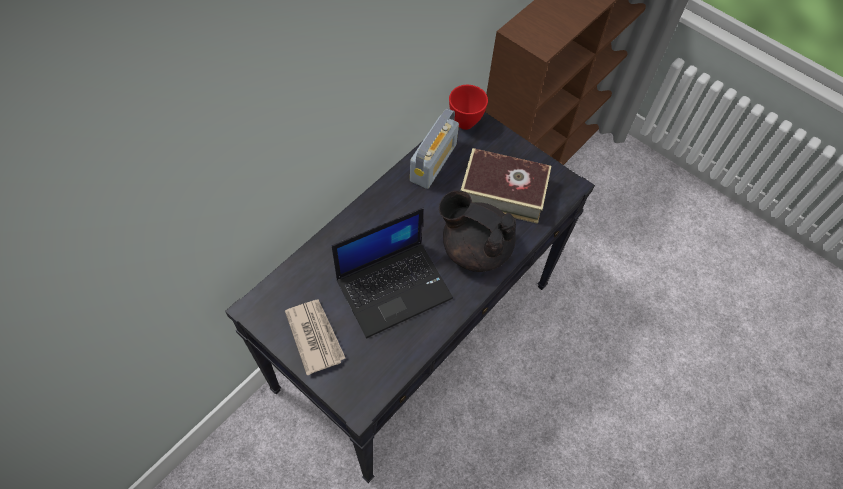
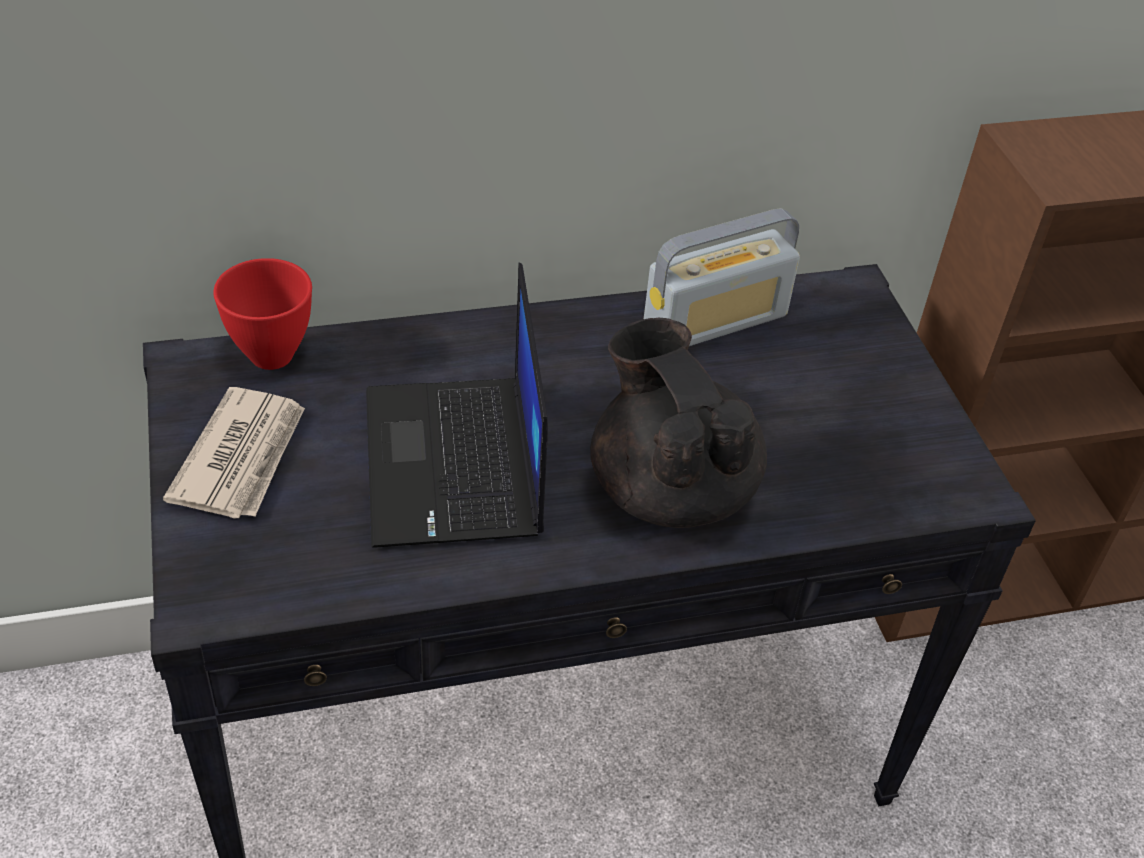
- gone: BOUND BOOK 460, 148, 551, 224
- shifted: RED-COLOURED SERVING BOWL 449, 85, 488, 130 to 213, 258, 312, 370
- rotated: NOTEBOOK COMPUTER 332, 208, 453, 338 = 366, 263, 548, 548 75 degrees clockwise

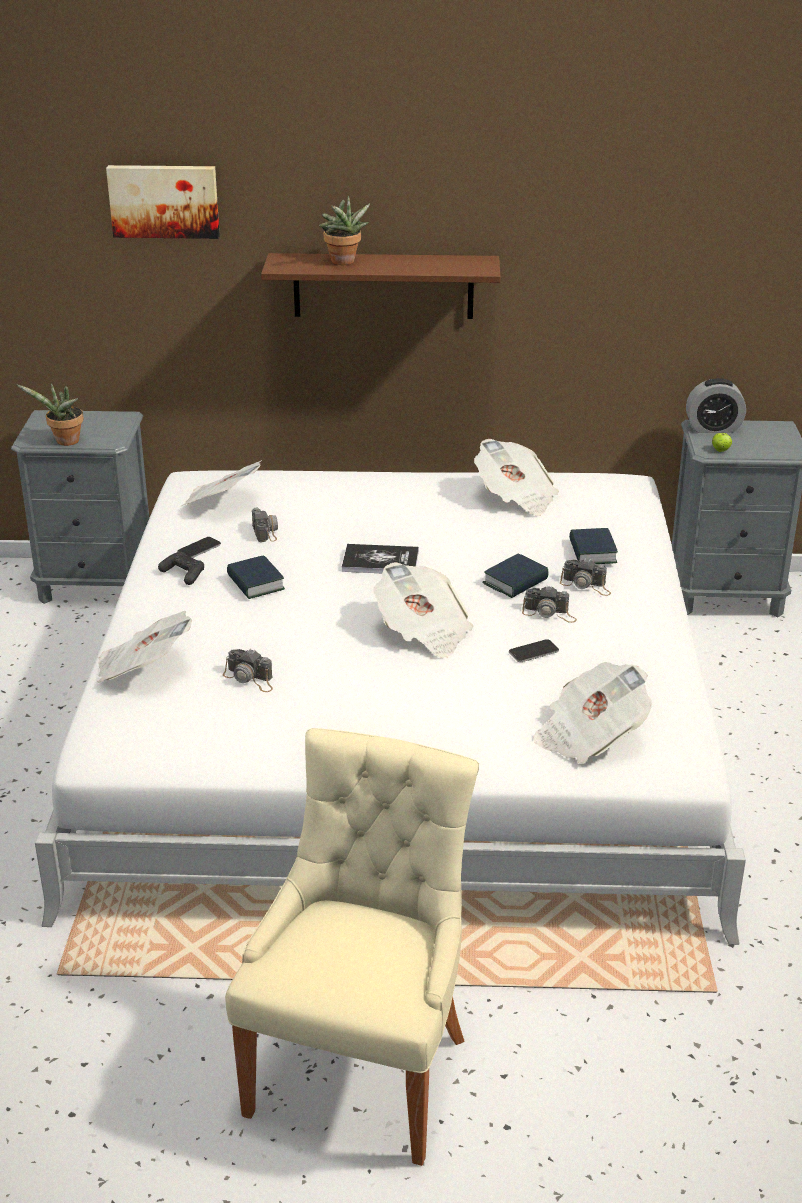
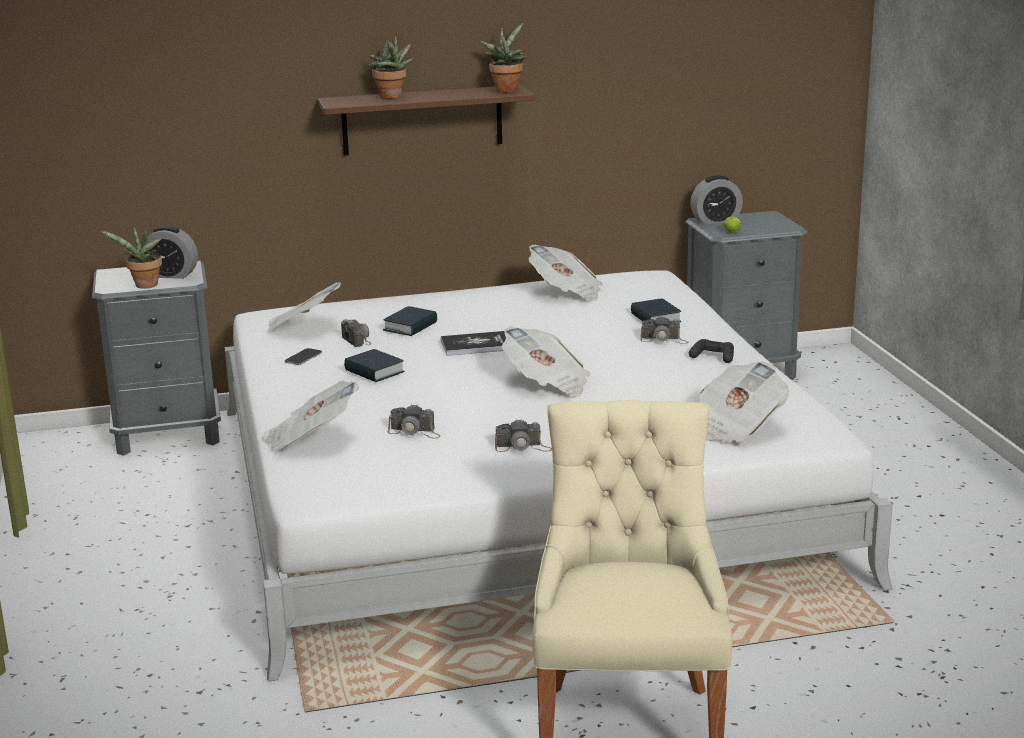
- gone: PICTURE 106, 165, 220, 239
- gone: HANDSET 509, 639, 559, 662
- new: TABLE CLOCK 147, 226, 198, 279
- new: HOUSEPLANT 480, 23, 526, 93
- shifted: BLACKISH GAMEPAD 158, 552, 204, 585 to 689, 339, 734, 363
- shifted: BOUND BOOK 482, 553, 549, 598 to 383, 306, 437, 336
- shifted: STILL CAMERA 522, 586, 577, 623 to 495, 419, 552, 452

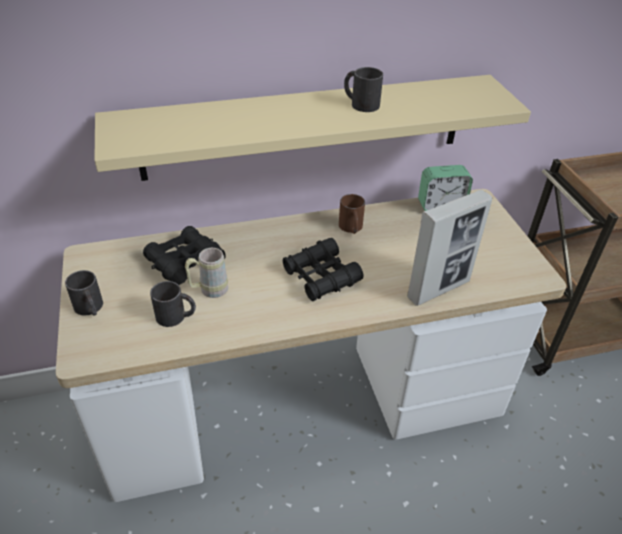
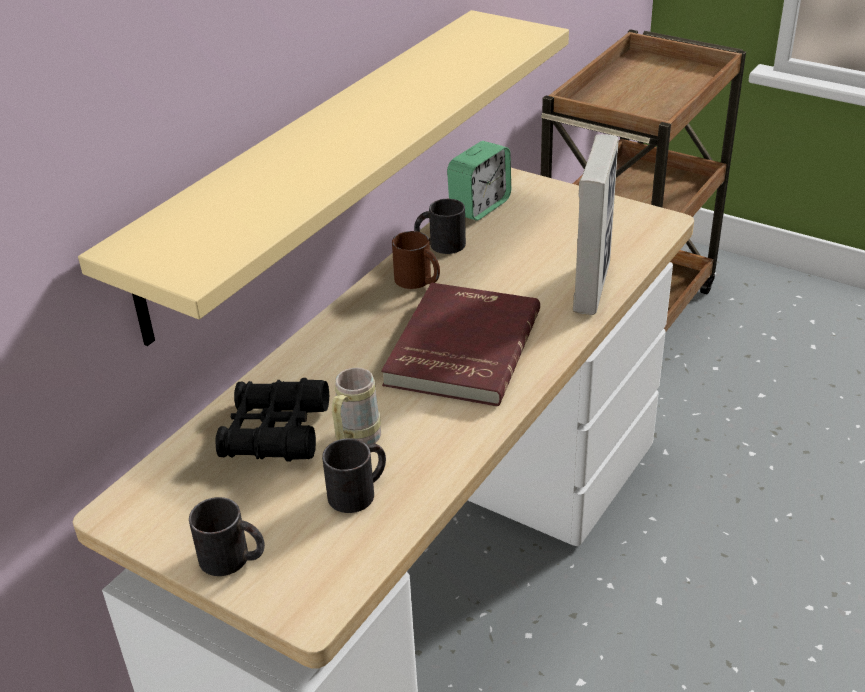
- shifted: BLACKISH COFFEE MUG 344, 67, 383, 112 to 414, 199, 466, 254
- swapped: BLACKISH BINOCULARS 283, 238, 363, 301 to RED-COLOURED BOUND BOOK 381, 283, 540, 407

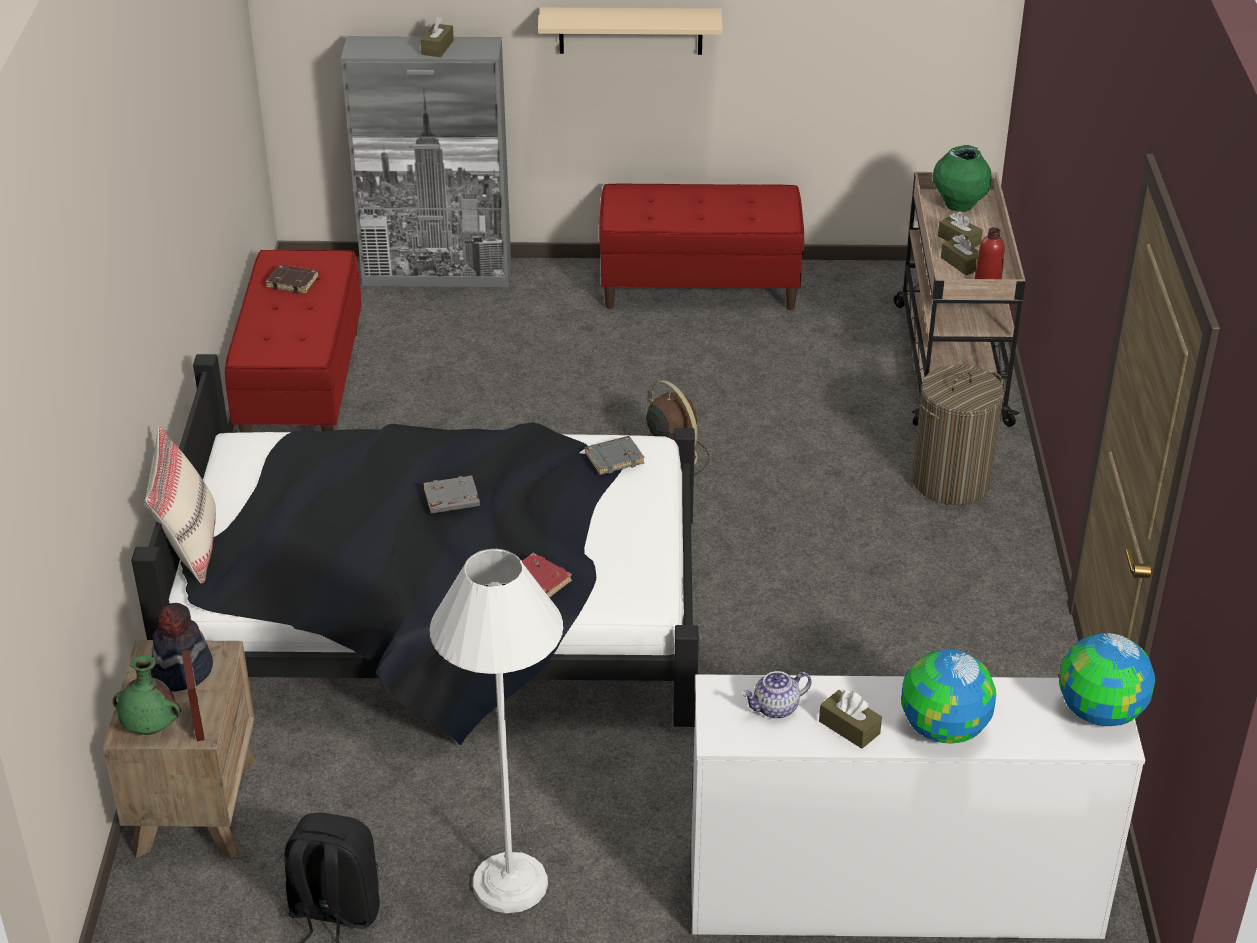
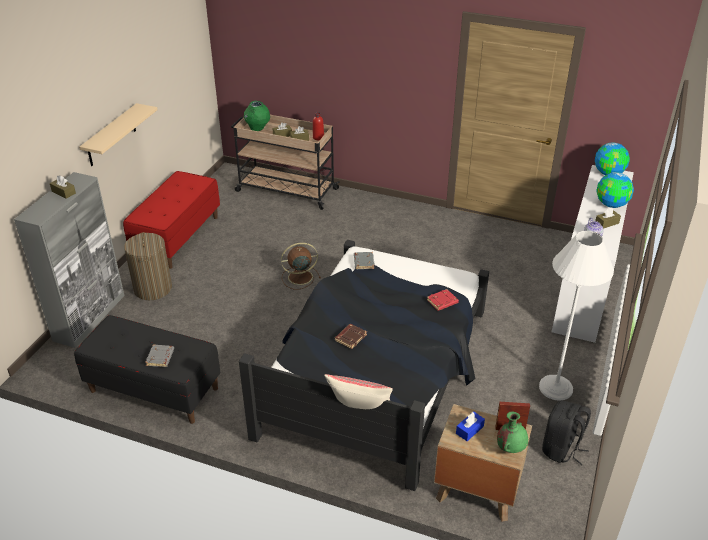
- shifted: BROWN BOUND BOOK 266, 264, 319, 294 to 335, 324, 367, 349
- shifted: GREY BOUND BOOK 423, 476, 480, 513 to 145, 344, 174, 367
- shifted: WASHING BASKET 912, 365, 1005, 505 to 124, 232, 172, 300
- swapped: HAT 151, 603, 213, 692 to BLUISH TISSUE HOLDER 456, 411, 485, 441
- repainted: RED-COLOURED LONG SEAT 225, 250, 362, 432 to BLACKISH LONG SEAT 74, 315, 221, 424

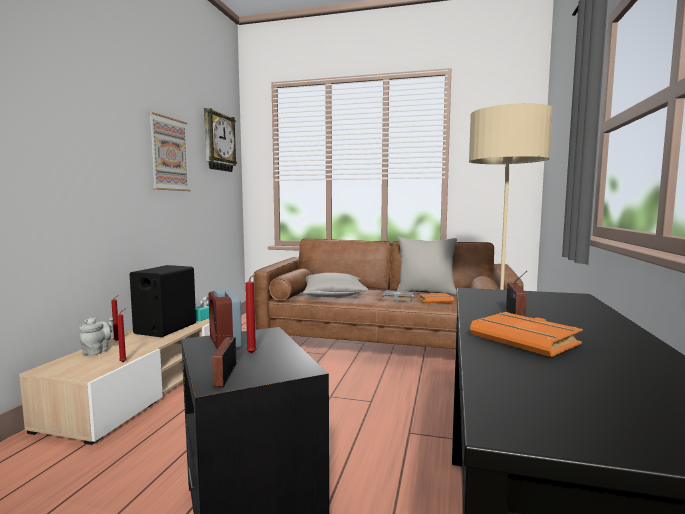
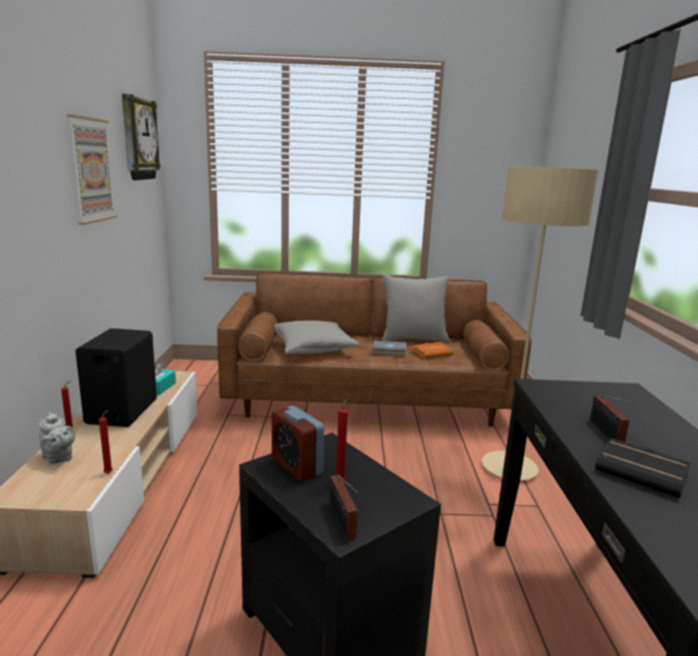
- repainted: ORANGE-COLOURED BOUND BOOK 470, 312, 583, 357 to BLACKISH BOUND BOOK 595, 438, 691, 498
- rotated: GREY POT FOR TEA 79, 317, 113, 356 = 39, 412, 75, 464 135 degrees clockwise

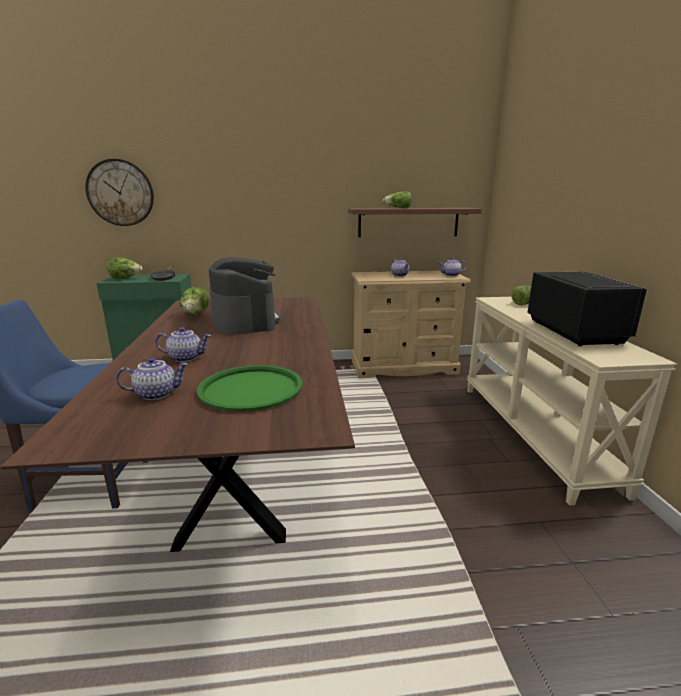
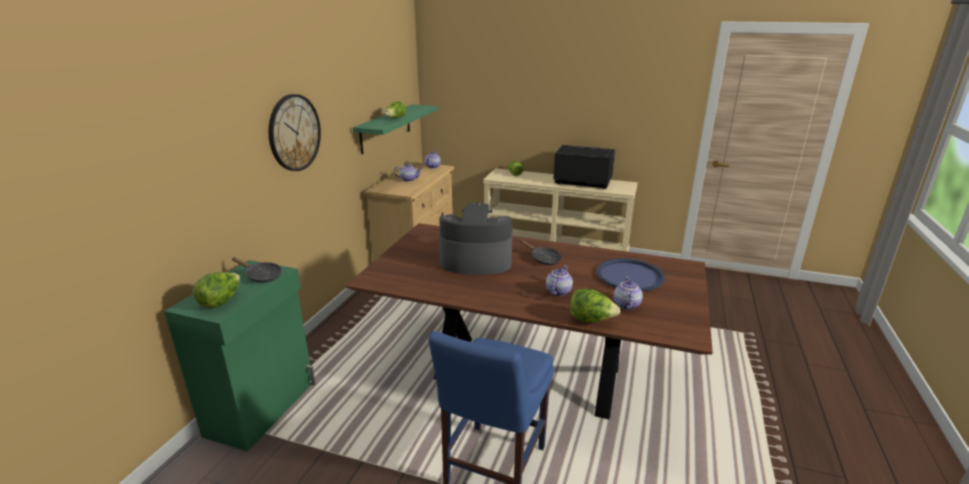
- new: BLACKISH SKILLET 519, 239, 562, 265
- shifted: WALL CLOCK 85, 159, 154, 226 to 269, 94, 321, 171
- shifted: LETTUCE 180, 287, 209, 315 to 570, 289, 621, 322
- repainted: GREEN TRAY 197, 365, 303, 412 to BLUISH TRAY 597, 258, 665, 291
- repainted: BROWN SHELF 348, 208, 482, 237 to GREEN SHELF 353, 104, 438, 154

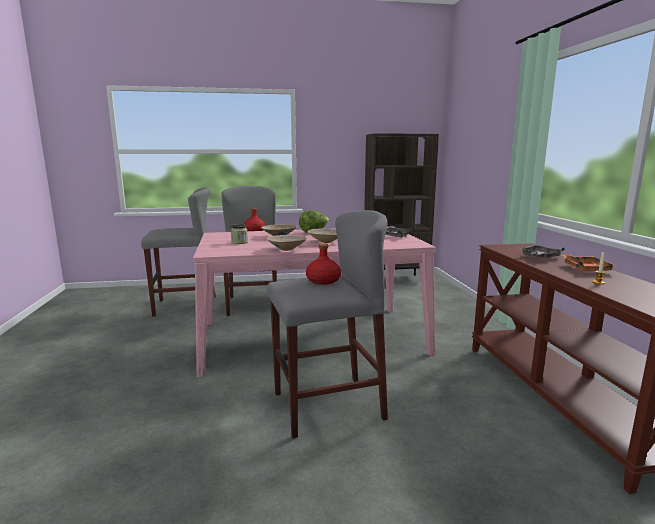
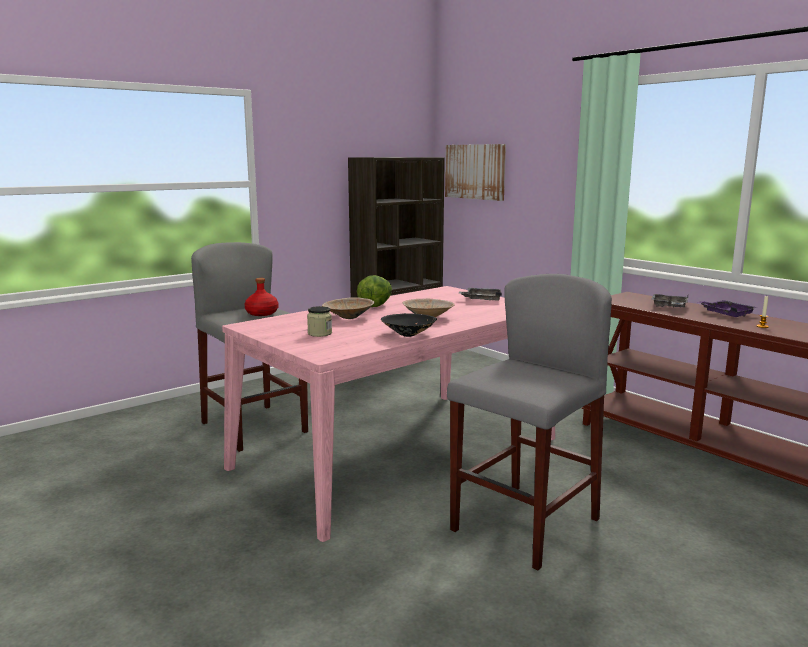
- gone: GREY SITTING STOOL 141, 187, 216, 317
- gone: RED-COLOURED DRINK BOTTLE 306, 243, 341, 285
- new: PICTURE 445, 144, 506, 201
- repainted: BEIGE SERVING BOWL 266, 235, 307, 251 to BLACKISH SERVING BOWL 381, 313, 437, 337
- repainted: ORANGE-COLOURED TRAY 562, 255, 617, 272 to PURPLISH TRAY 698, 300, 758, 317

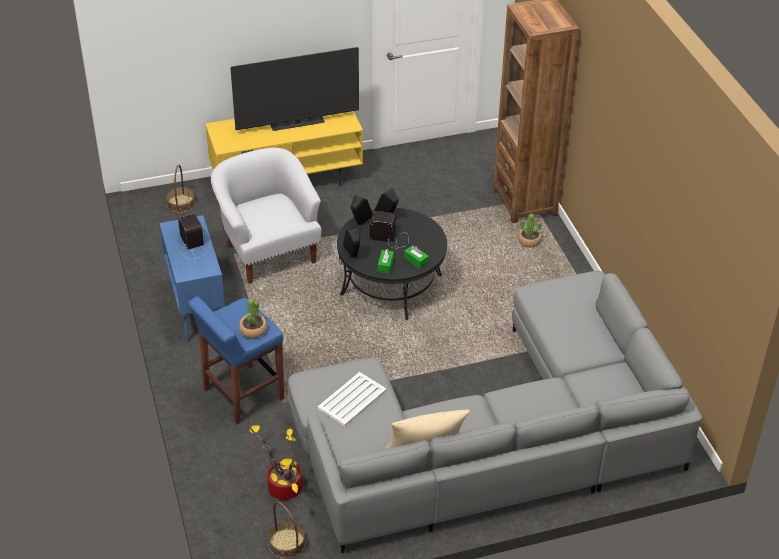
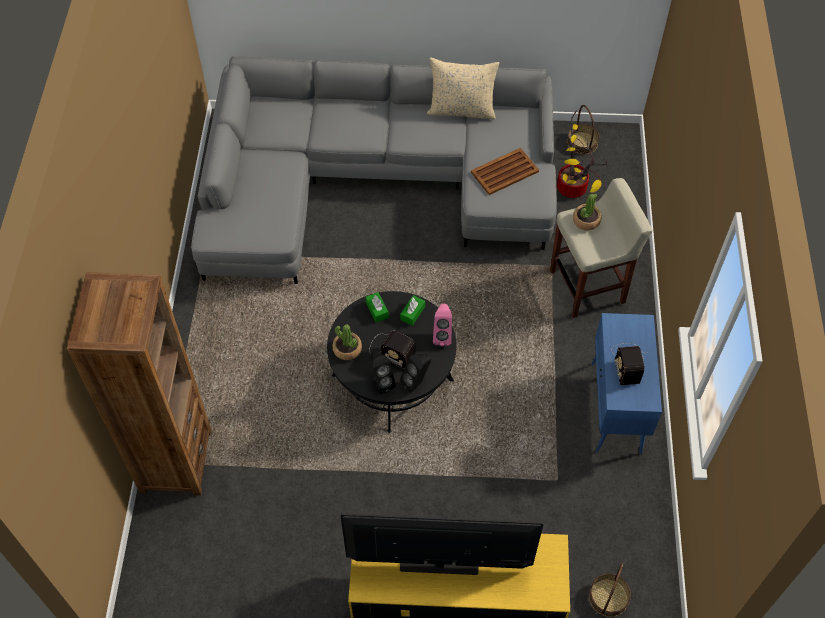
- gone: WHITE ARMCHAIR 211, 148, 322, 284
- shifted: HOUSEPLANT 518, 214, 542, 247 to 332, 325, 362, 360
- repainted: BLUISH SITTING STOOL 188, 296, 284, 424 to BEIGE SITTING STOOL 550, 178, 652, 318
- repainted: WHITE TRAY 318, 372, 387, 427 to BROWN TRAY 471, 148, 539, 195
- repainted: BLACKISH AUDIO SPEAKER 343, 228, 360, 258 to PINKISH AUDIO SPEAKER 433, 304, 452, 346

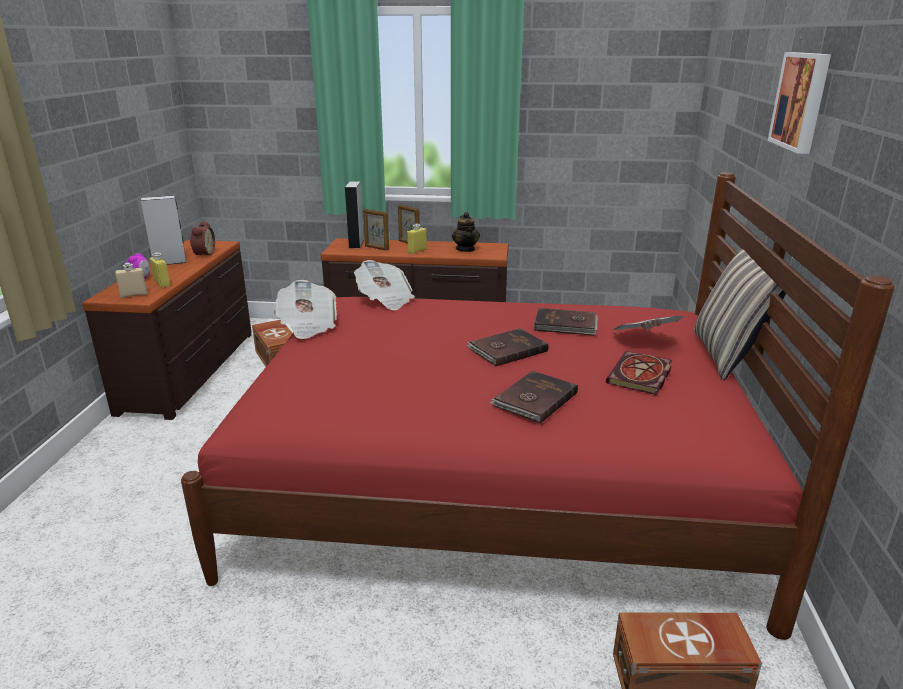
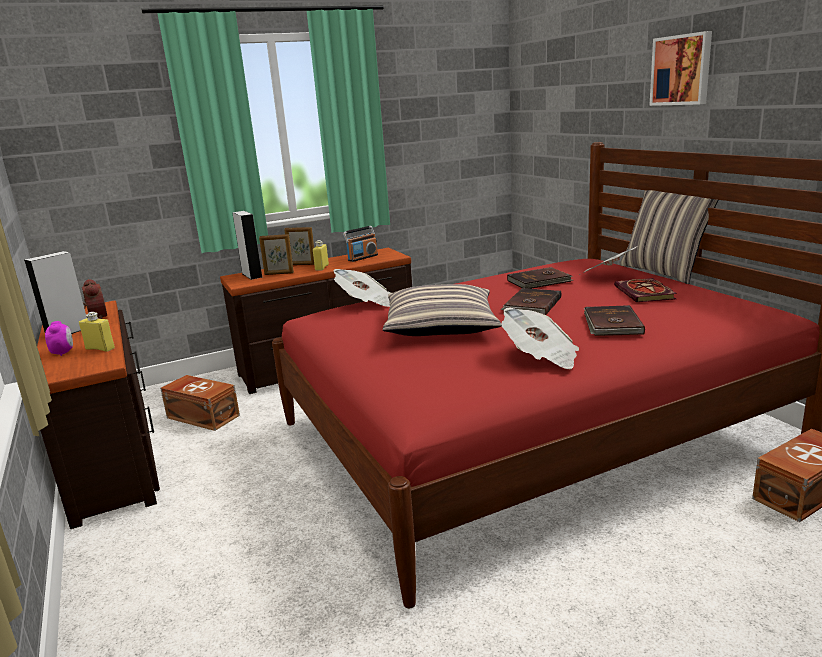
- gone: BEIGE DRINK BOTTLE 115, 263, 147, 298
- new: THROW PILLOW 383, 284, 502, 336
- shifted: PRINTED PAPER 274, 280, 337, 339 to 501, 308, 579, 369
- swapped: POT FOR TEA 452, 212, 480, 252 to RADIO RECEIVER 343, 226, 378, 262

